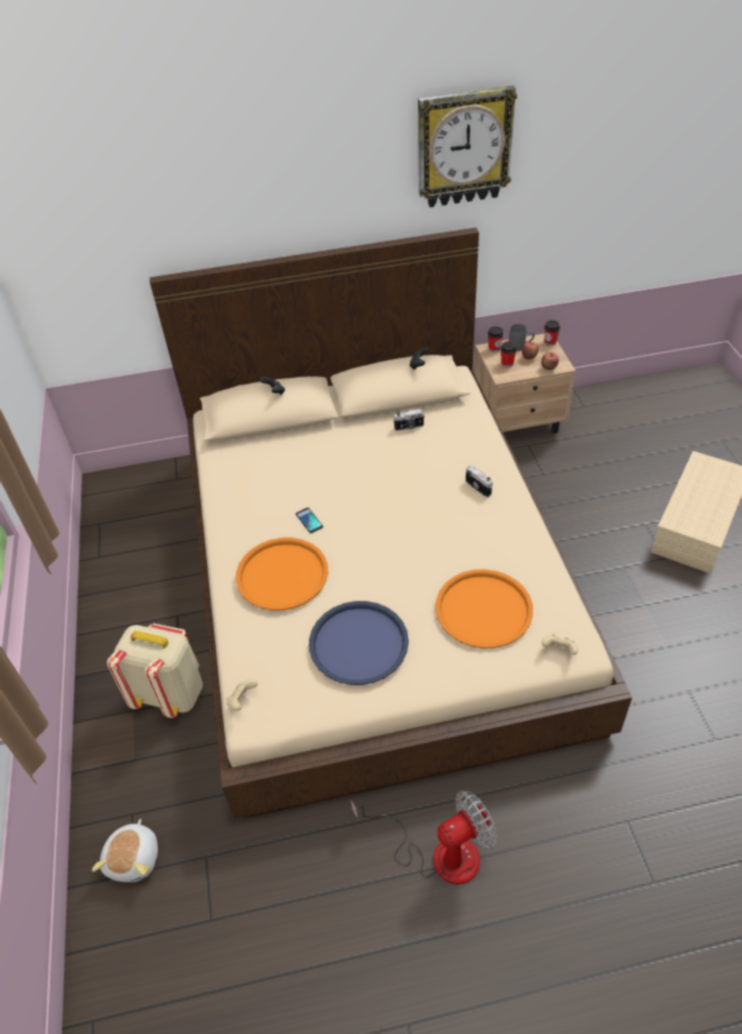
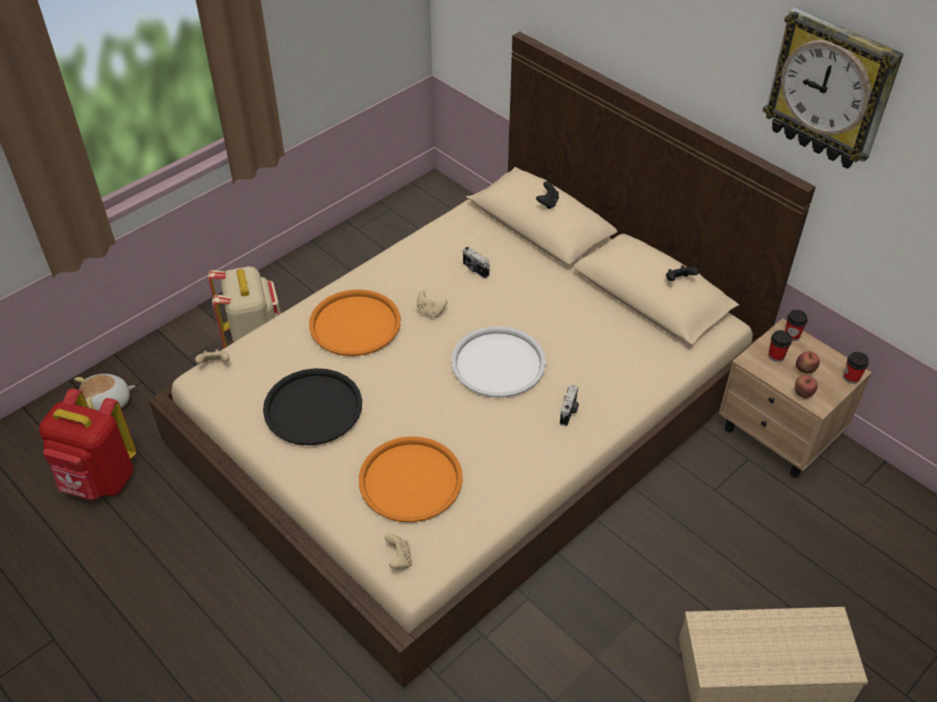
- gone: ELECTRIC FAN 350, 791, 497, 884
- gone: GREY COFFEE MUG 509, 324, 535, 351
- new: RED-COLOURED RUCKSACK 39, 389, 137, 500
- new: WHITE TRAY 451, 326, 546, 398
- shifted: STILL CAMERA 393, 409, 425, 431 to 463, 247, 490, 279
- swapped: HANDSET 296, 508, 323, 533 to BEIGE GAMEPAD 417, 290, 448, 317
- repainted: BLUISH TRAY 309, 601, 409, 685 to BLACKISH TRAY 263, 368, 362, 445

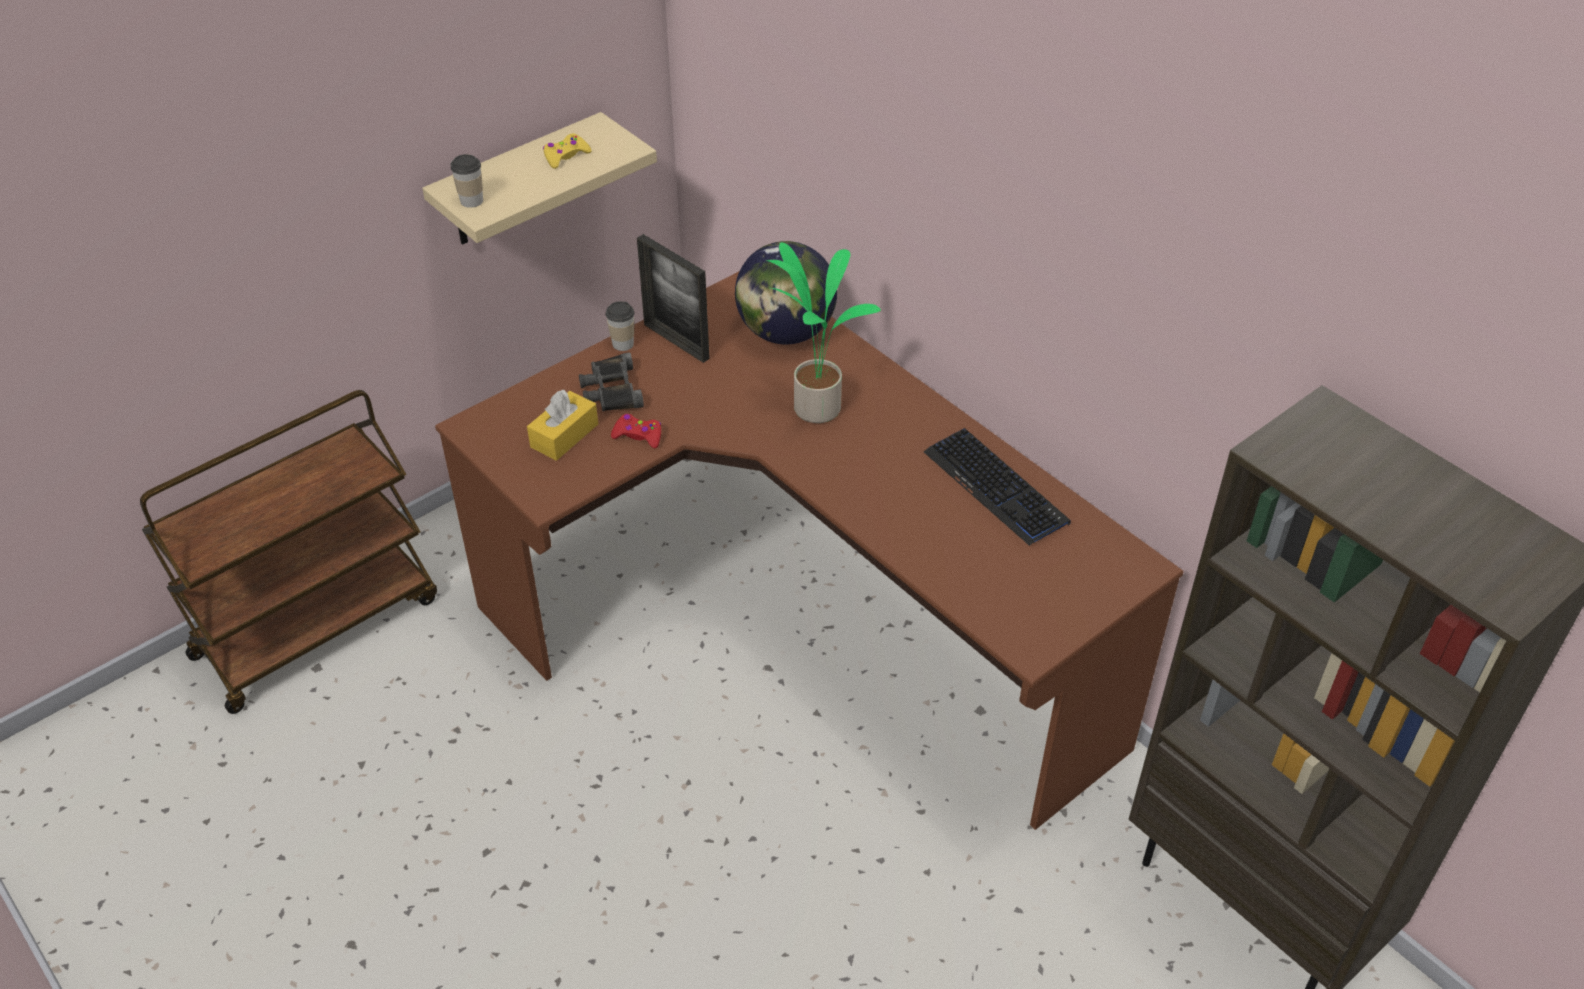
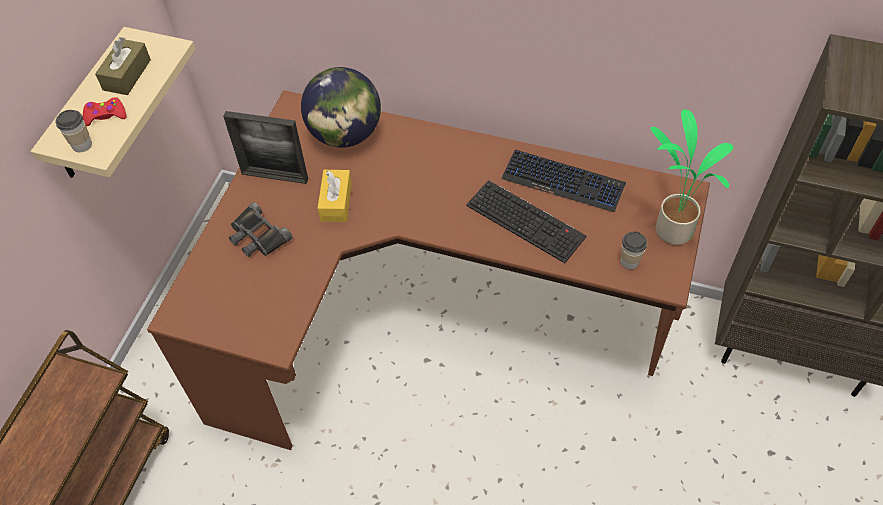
- new: KEYBOARD 466, 180, 586, 263
- shifted: YELLOWISH TISSUE HOLDER 527, 389, 598, 461 to 318, 170, 352, 222
- shifted: SMALL CUP 606, 301, 634, 351 to 620, 231, 647, 269
- shifted: RED-COLOURED GAMEPAD 611, 414, 661, 449 to 83, 98, 127, 126
- shifted: HOUSEPLANT 766, 242, 881, 423 to 651, 109, 733, 245
- swapped: YELLOWISH GAMEPAD 543, 134, 592, 169 to BROWN TISSUE HOLDER 95, 37, 151, 95

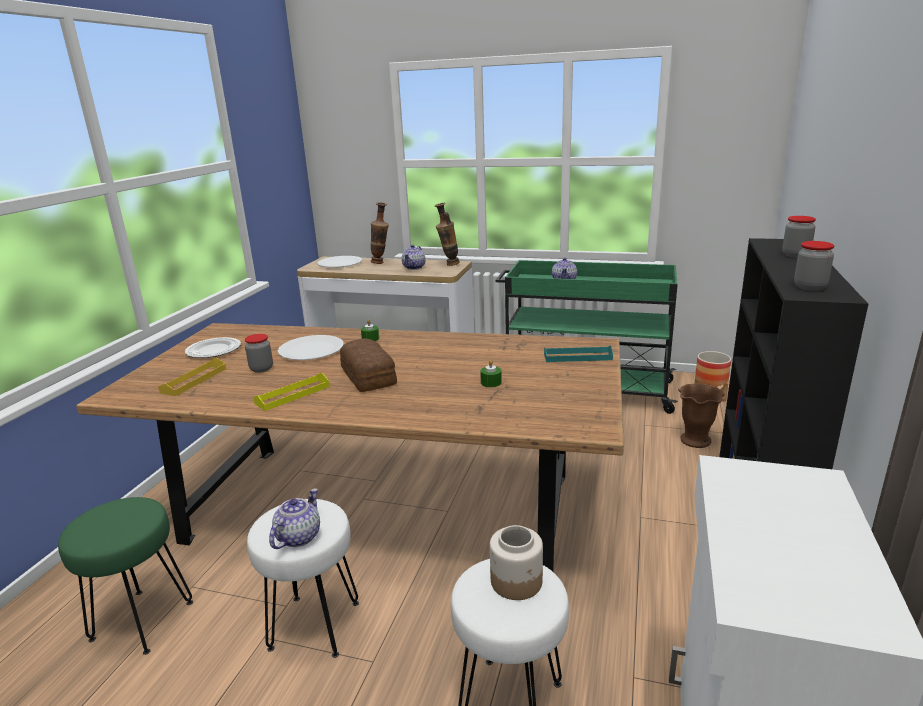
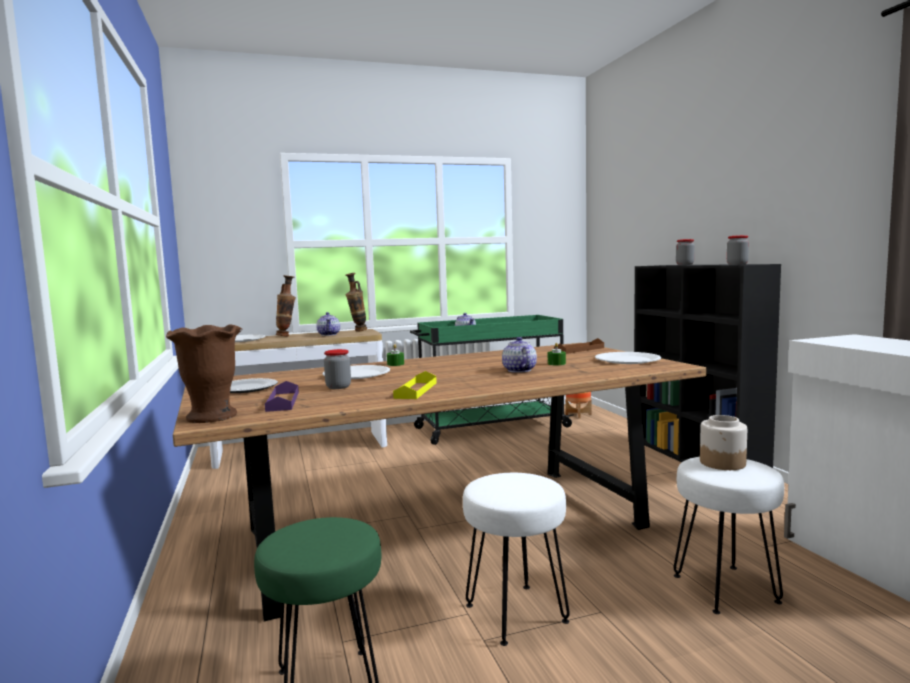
- gone: BAKERY BREAD 340, 338, 397, 392
- new: WHITE FLAT DISH 595, 352, 661, 364
- shifted: POT FOR TEA 269, 488, 320, 549 to 502, 337, 537, 373
- shifted: BROWN FLOWER VASE 678, 383, 725, 448 to 166, 324, 242, 423
- repainted: YELLOWISH TRAY 158, 357, 226, 396 to PURPLISH TRAY 265, 381, 299, 412
- repainted: TURQUOISE-COLOURED TRAY 544, 346, 613, 362 to BROWN TRAY 554, 338, 604, 354

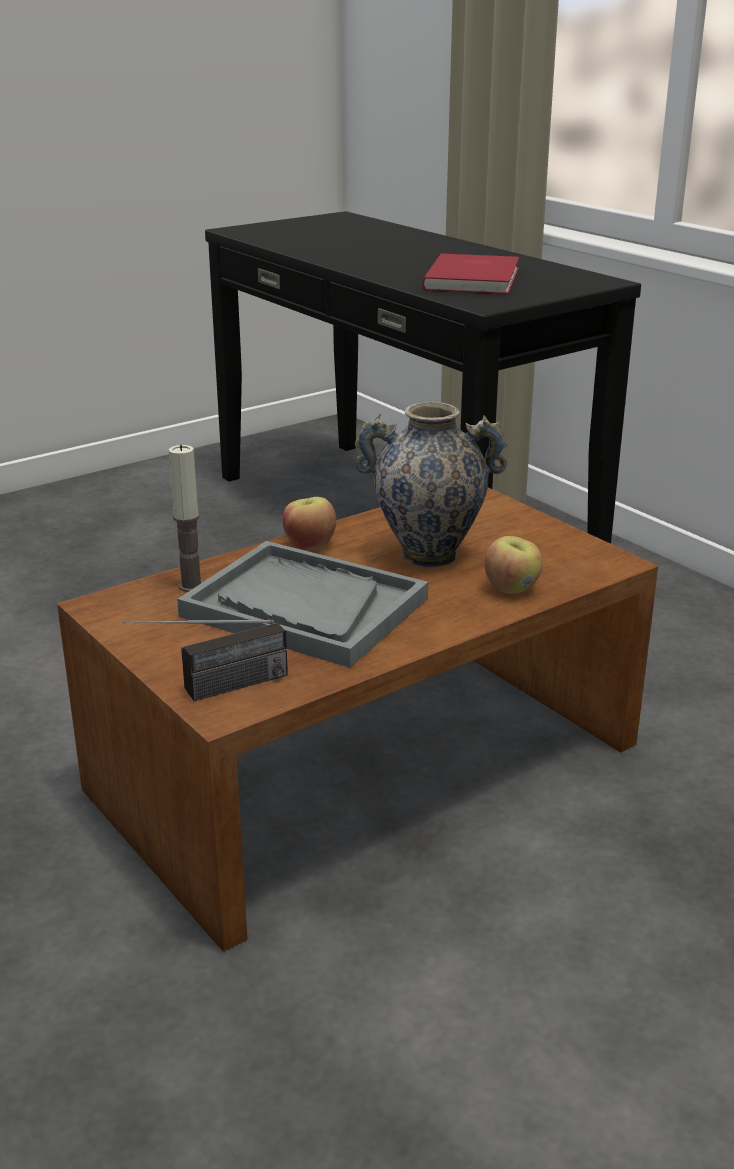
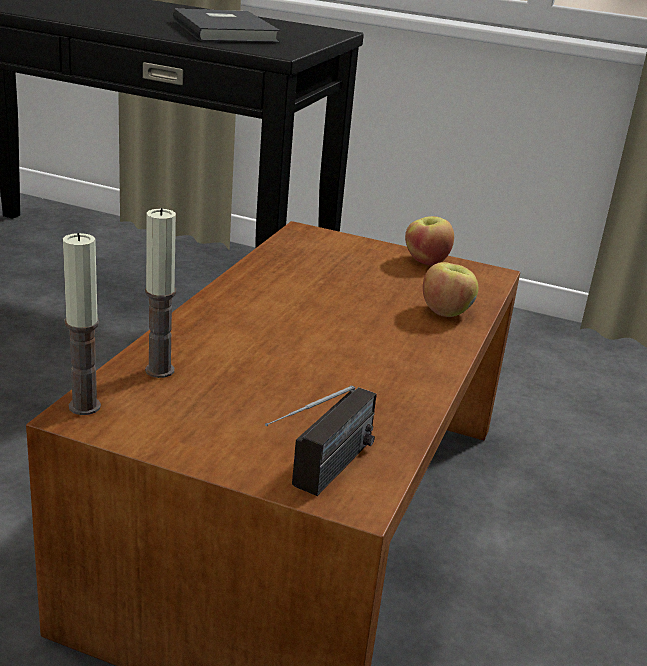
- gone: GREY TRAY 177, 541, 428, 668
- gone: FLOWER VASE 355, 402, 508, 567
- new: WAX LIGHT 63, 233, 101, 415
- shifted: WHOLE APPLE 283, 497, 336, 550 to 405, 216, 454, 265
- repainted: RED-COLOURED BOUND BOOK 422, 254, 519, 294 to GREY BOUND BOOK 173, 9, 280, 43

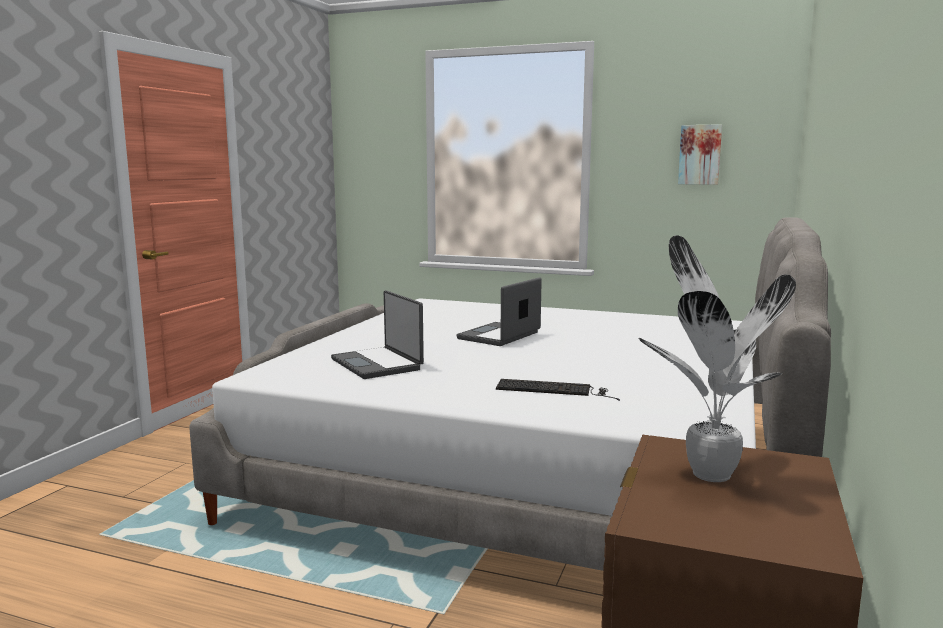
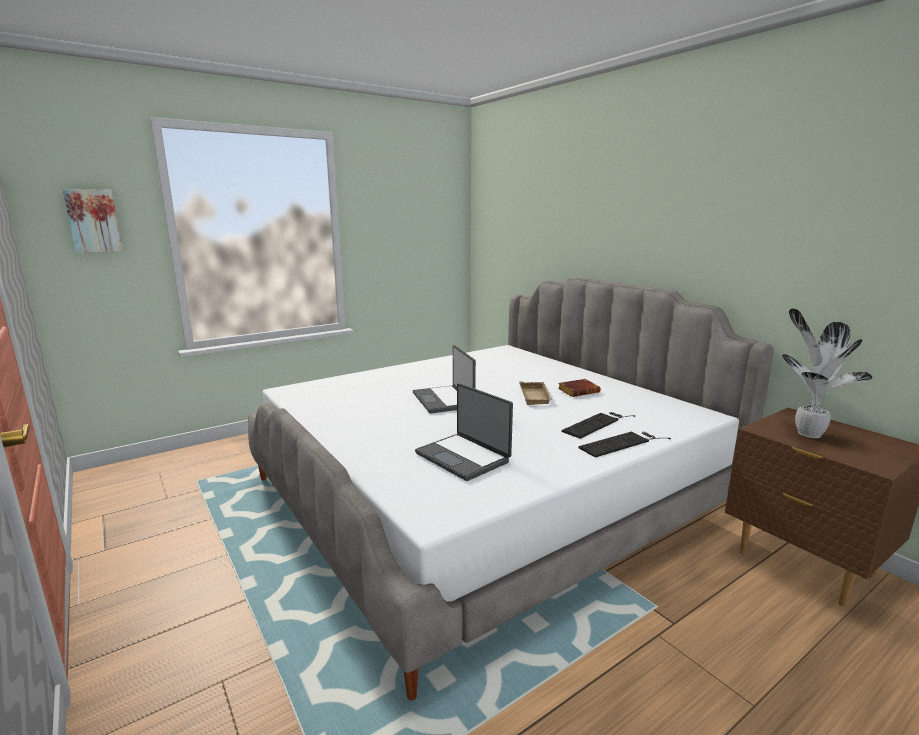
- new: BEIGE TRAY 519, 381, 553, 405
- new: BROWN BOUND BOOK 558, 379, 601, 397
- new: KEYBOARD 578, 432, 671, 458
- shifted: PICTURE 678, 124, 722, 185 to 63, 189, 123, 253
- rotated: NOTEBOOK COMPUTER 331, 290, 424, 379 = 415, 383, 513, 481 45 degrees clockwise

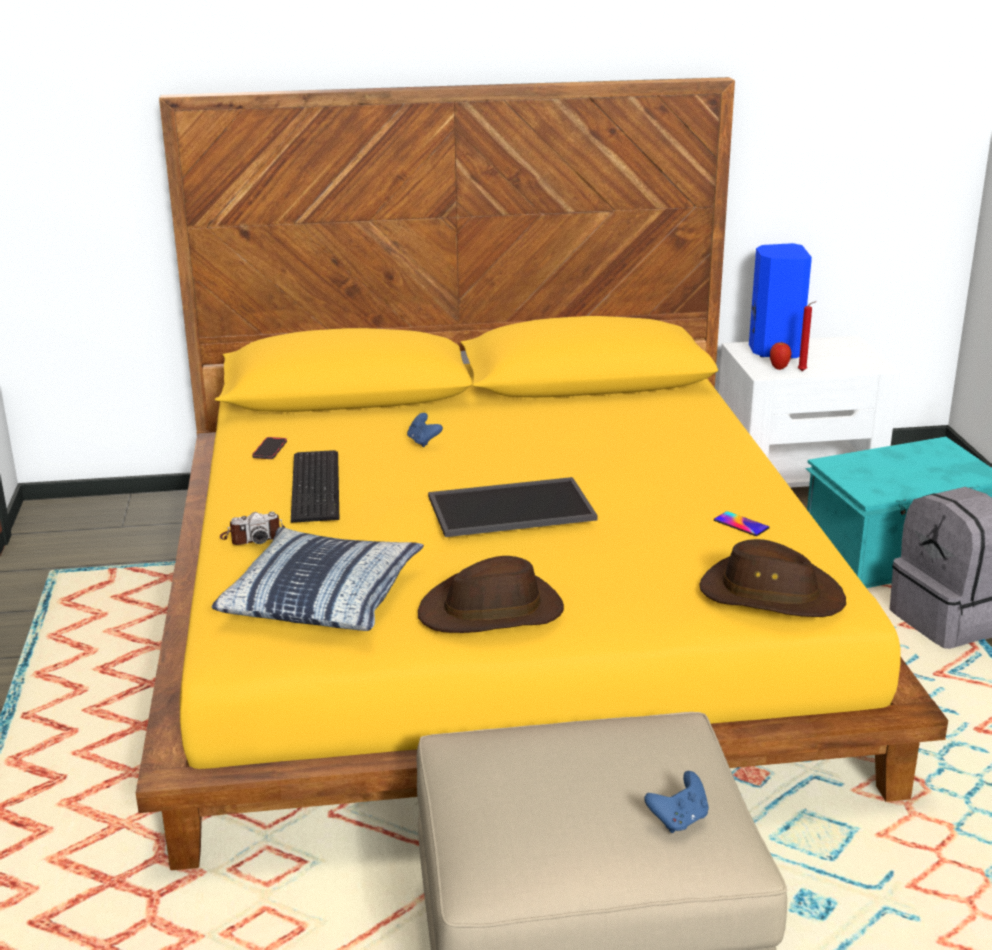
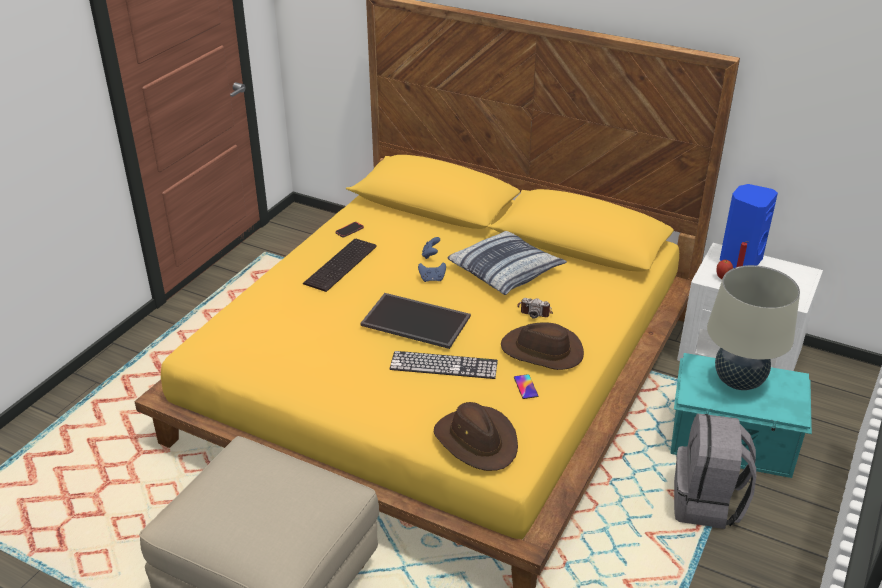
- new: KEYBOARD 389, 351, 498, 379
- new: BEIGE TABLE LAMP 707, 265, 800, 390
- shifted: THROW PILLOW 212, 527, 424, 631 to 447, 231, 567, 295
- shifted: STILL CAMERA 220, 511, 285, 545 to 517, 298, 553, 319
- shifted: BROWN HAT 418, 556, 564, 633 to 501, 322, 584, 370
- shifted: BLUISH GAMEPAD 644, 771, 709, 833 to 418, 263, 446, 282

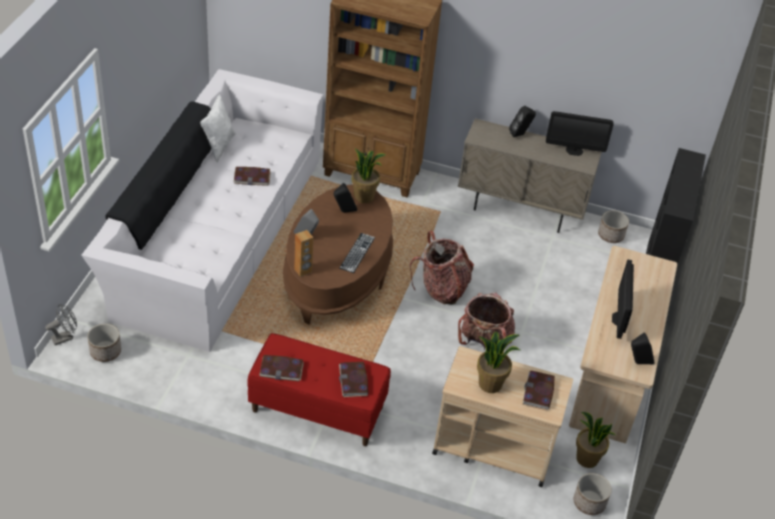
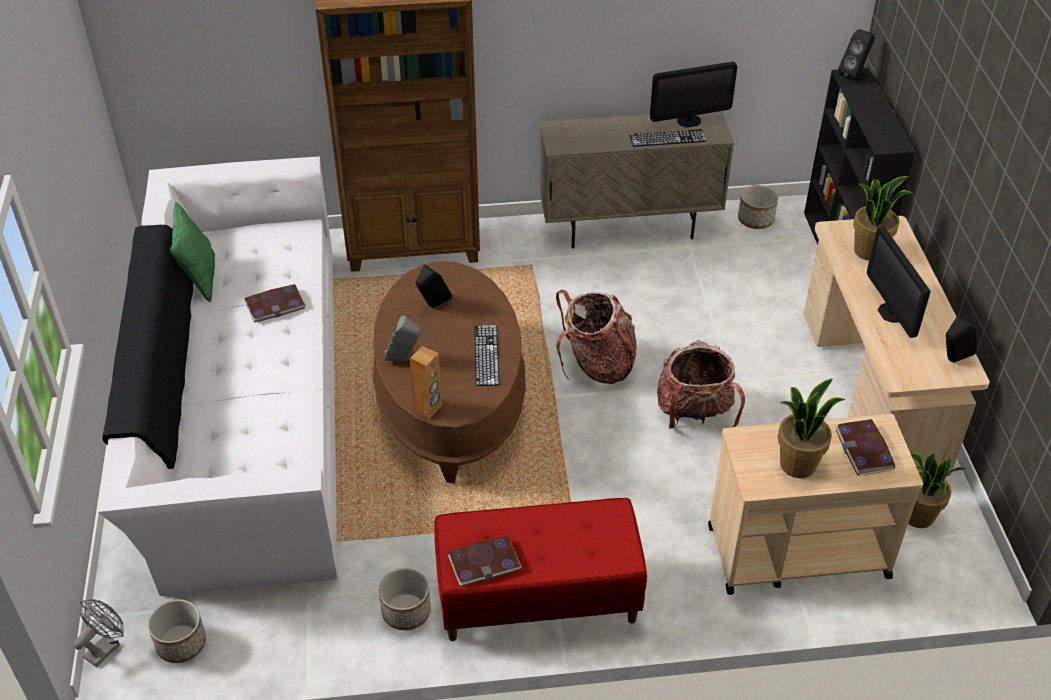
- gone: BOUND BOOK 339, 362, 368, 397
- new: KEYBOARD 630, 129, 706, 147
- shifted: HOUSEPLANT 352, 149, 386, 203 to 853, 176, 913, 261
- shifted: BLACKISH AUDIO SPEAKER 509, 106, 536, 137 to 839, 29, 875, 80
- shifted: FLOWER POT 574, 473, 612, 515 to 379, 568, 431, 630
- repainted: WHITE THROW PILLOW 200, 94, 236, 162 to GREEN THROW PILLOW 170, 202, 215, 303

